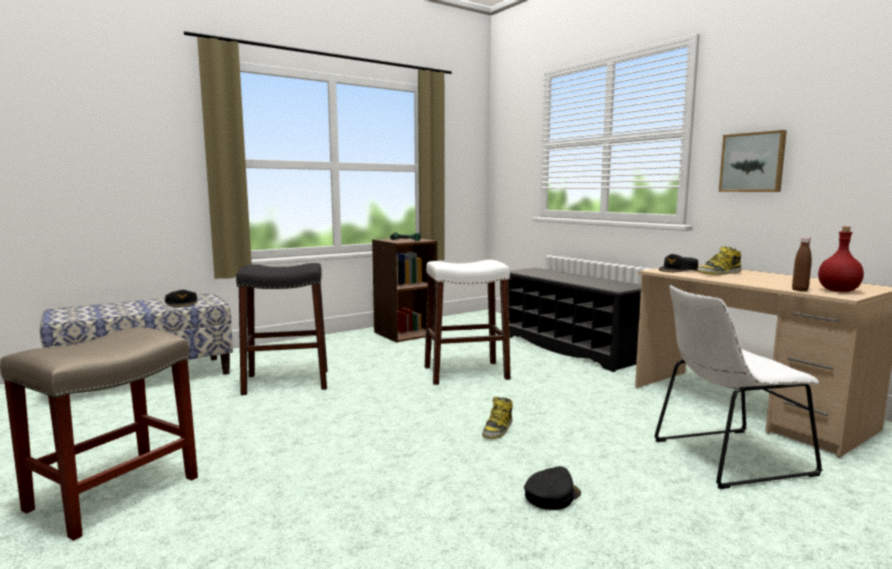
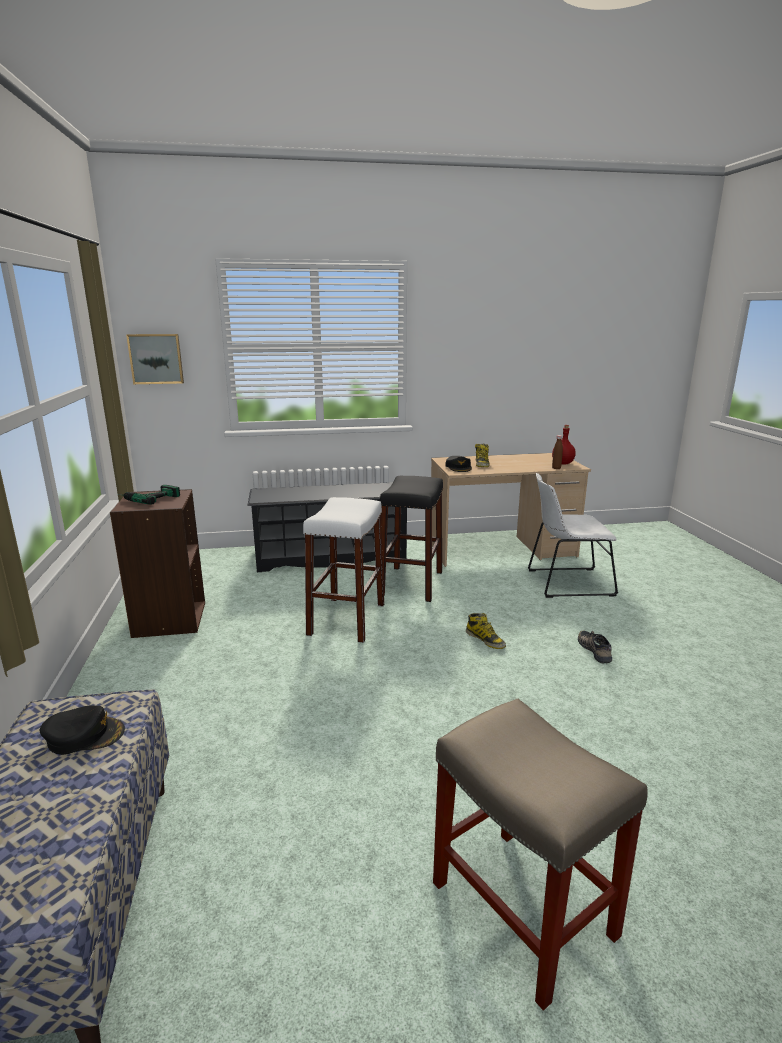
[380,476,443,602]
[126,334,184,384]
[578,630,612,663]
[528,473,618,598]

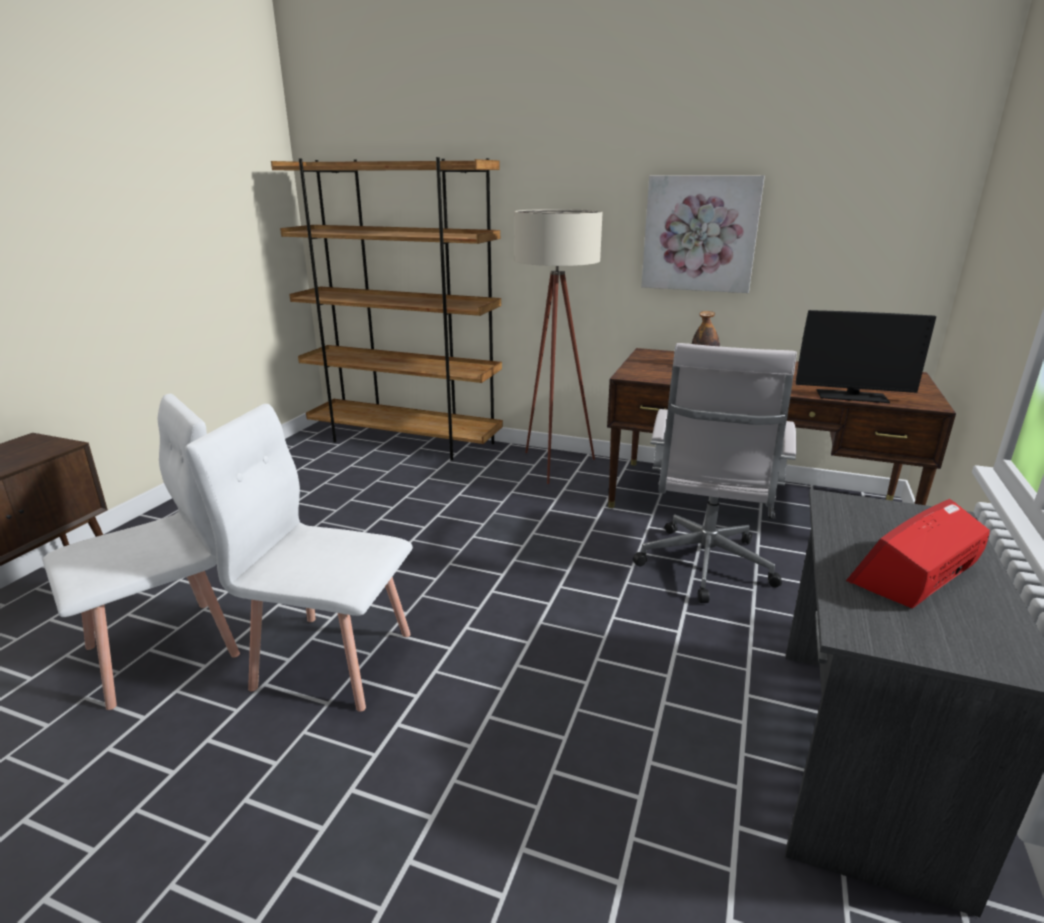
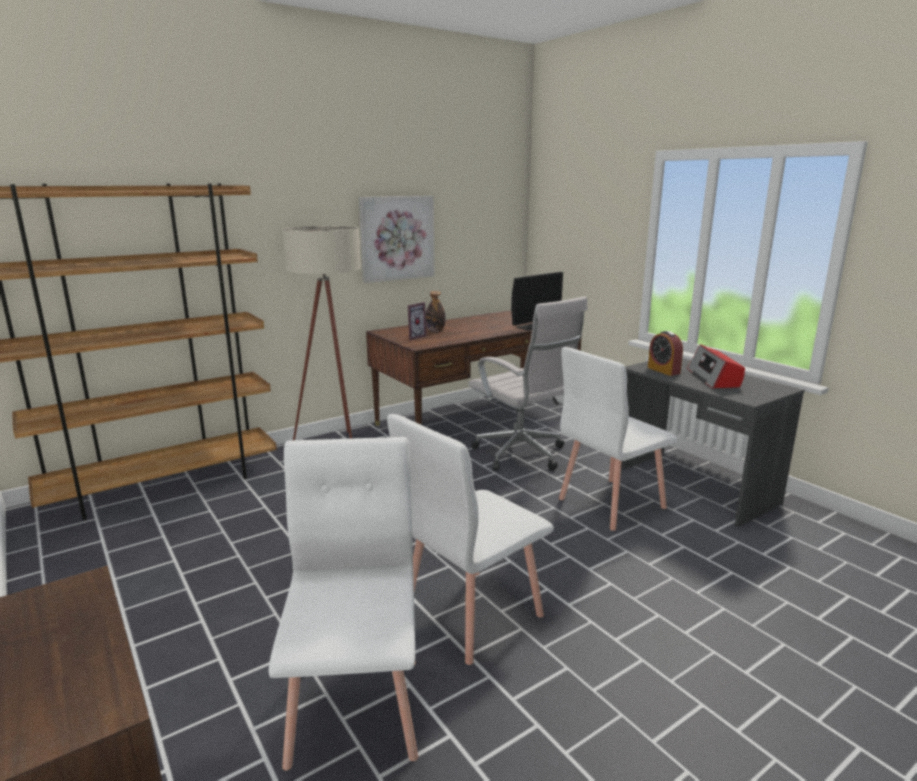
[408,302,427,340]
[559,347,679,531]
[648,331,683,376]

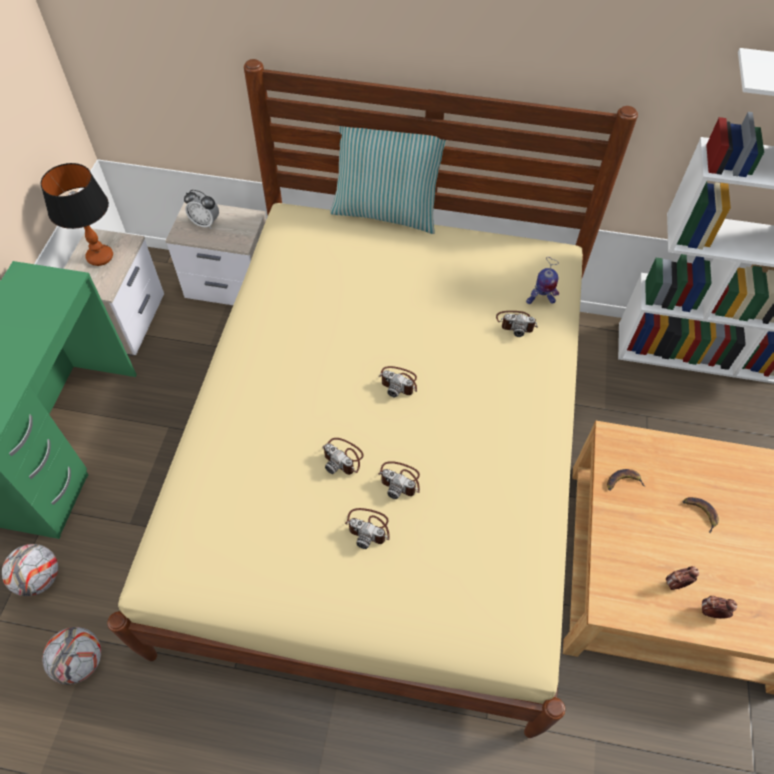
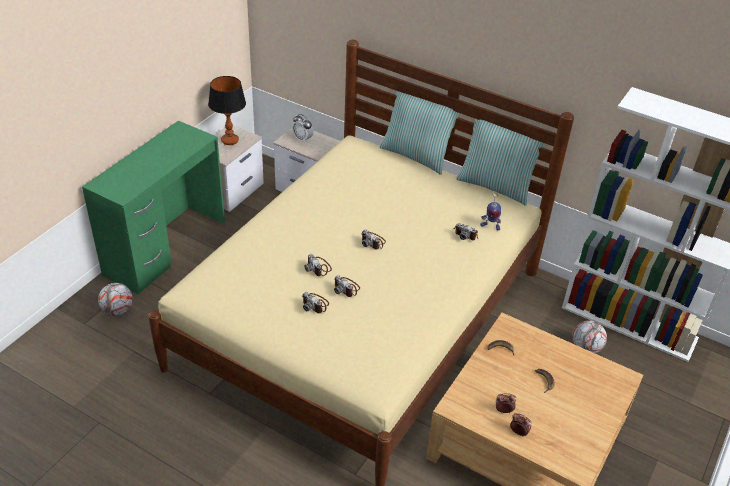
[456,119,544,206]
[572,320,607,353]

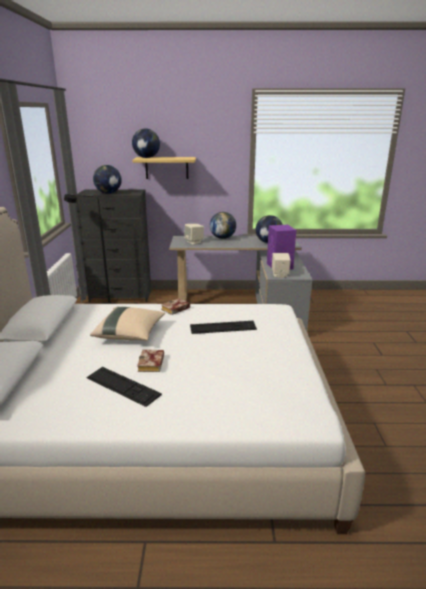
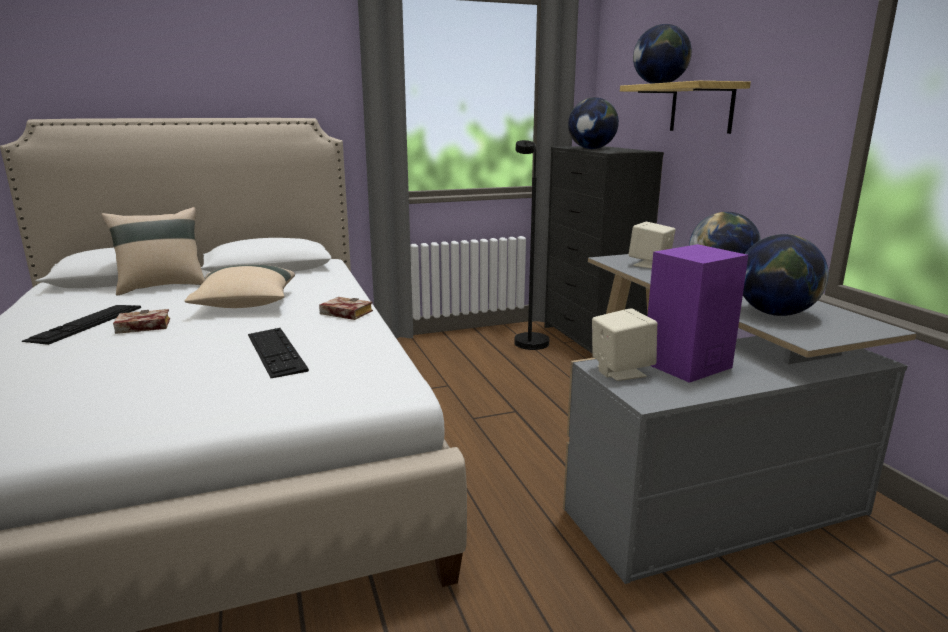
[101,207,205,296]

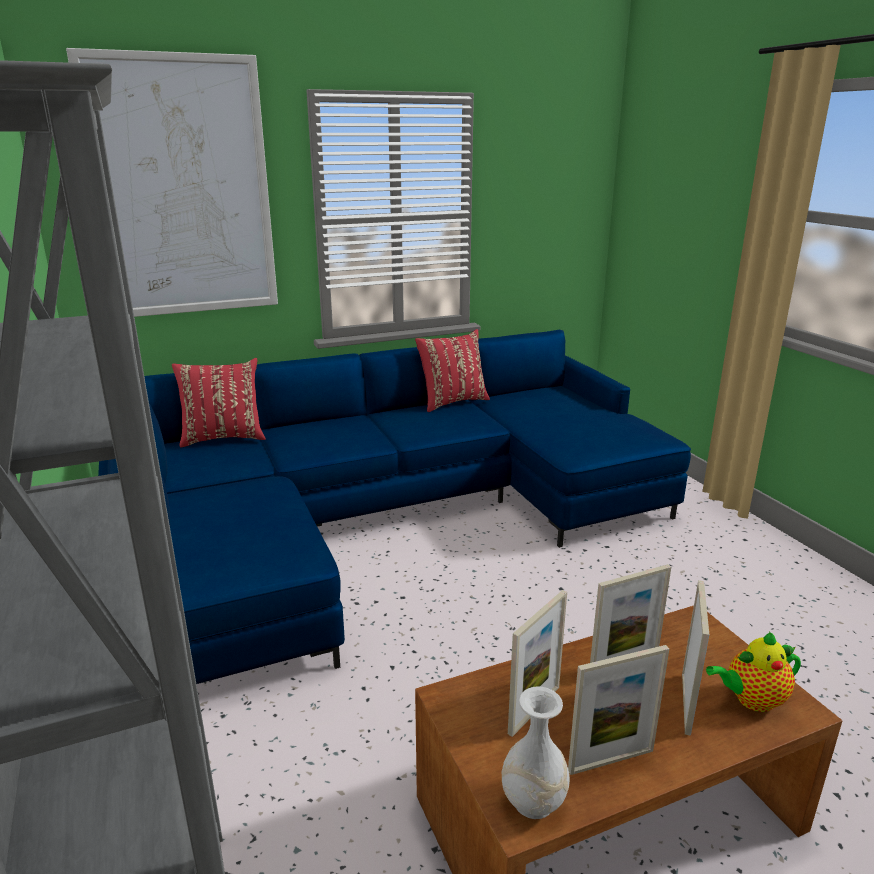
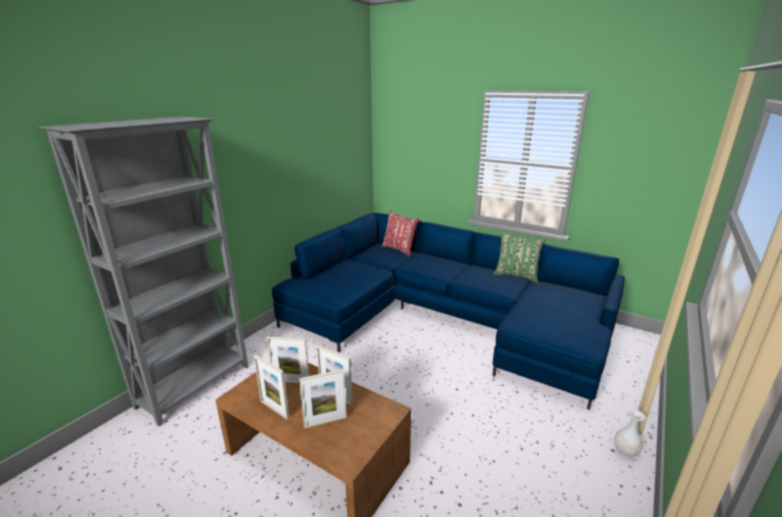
[66,48,278,317] (first image)
[706,632,801,712] (first image)
[614,409,646,458]
[493,232,546,283]

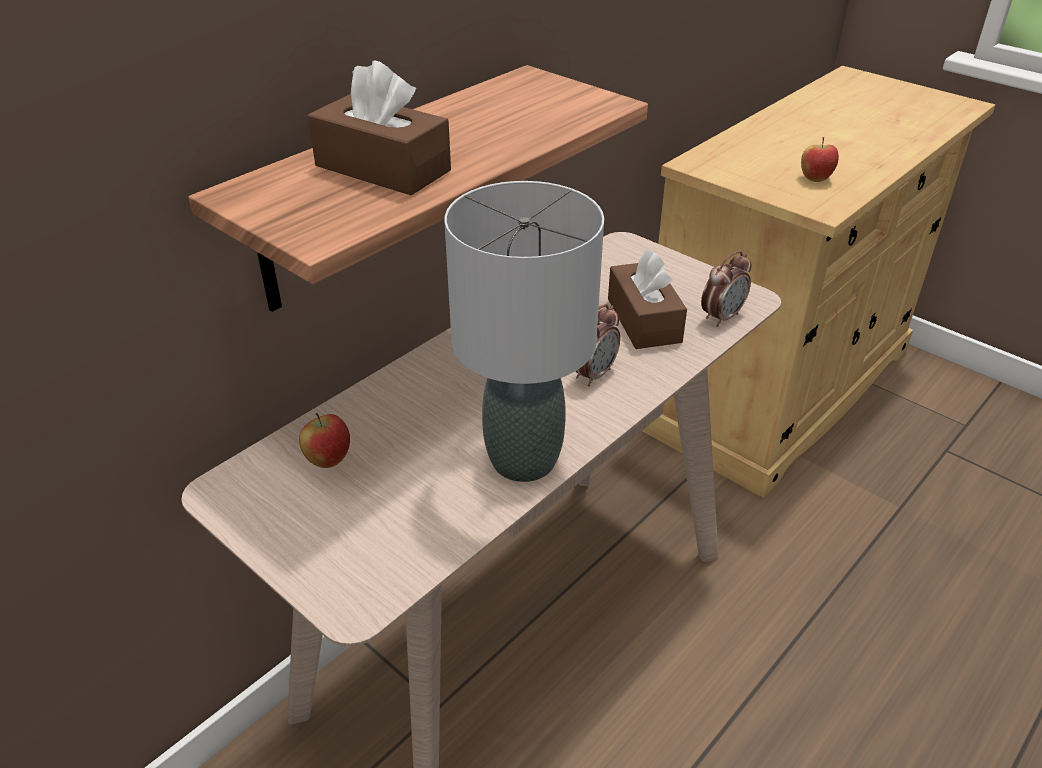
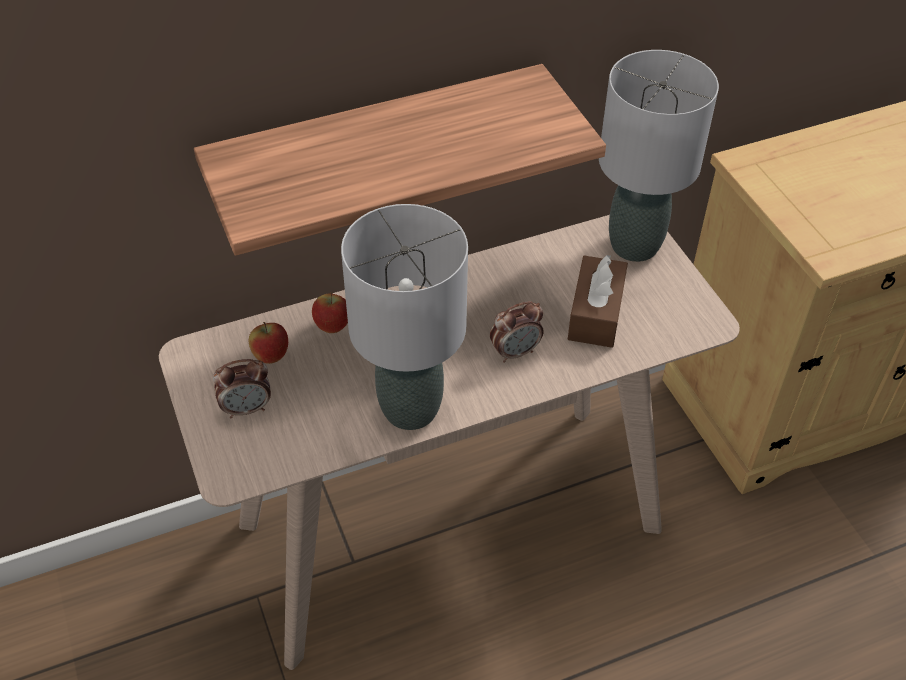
[308,61,451,195] (first image)
[599,50,719,262]
[213,359,271,418]
[312,292,348,333]

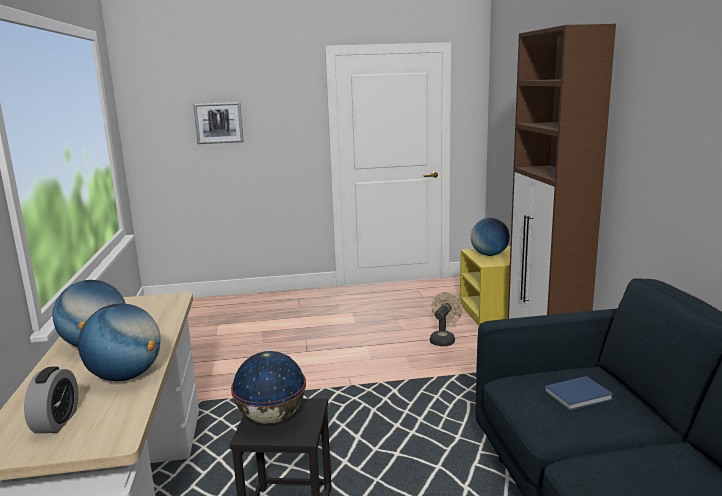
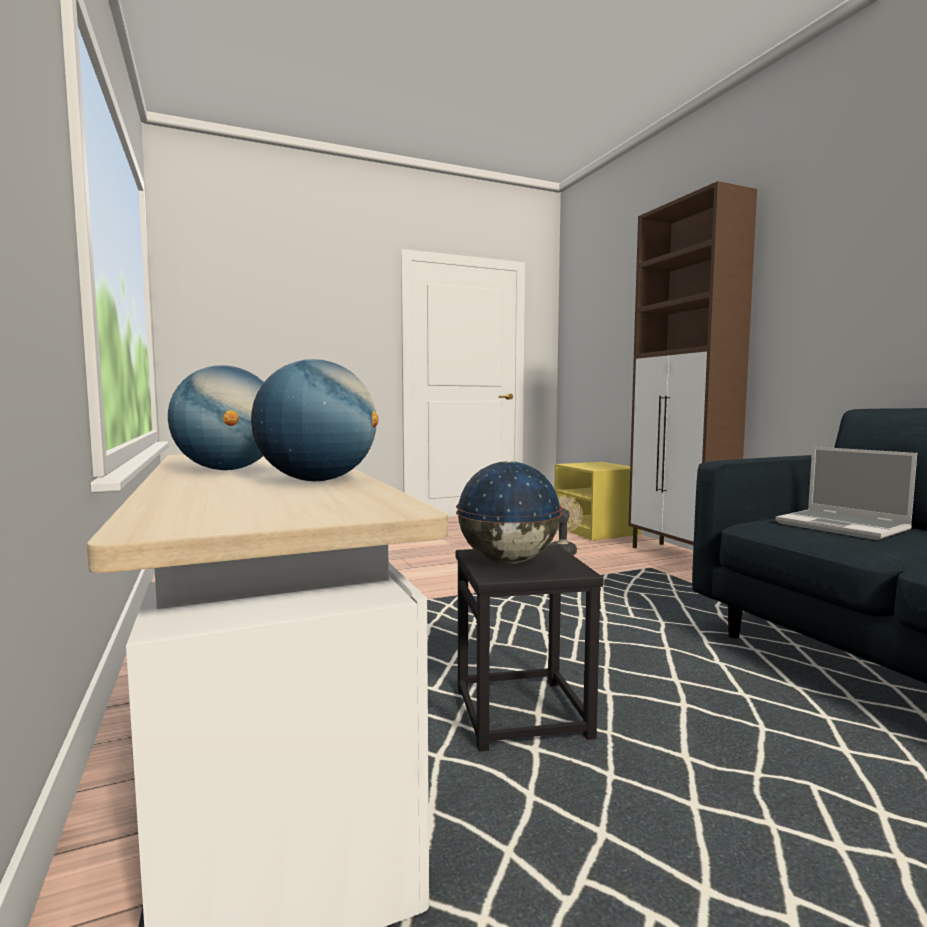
[24,367,78,433] (first image)
[193,102,244,144] (first image)
[471,218,510,256] (first image)
[775,447,917,540]

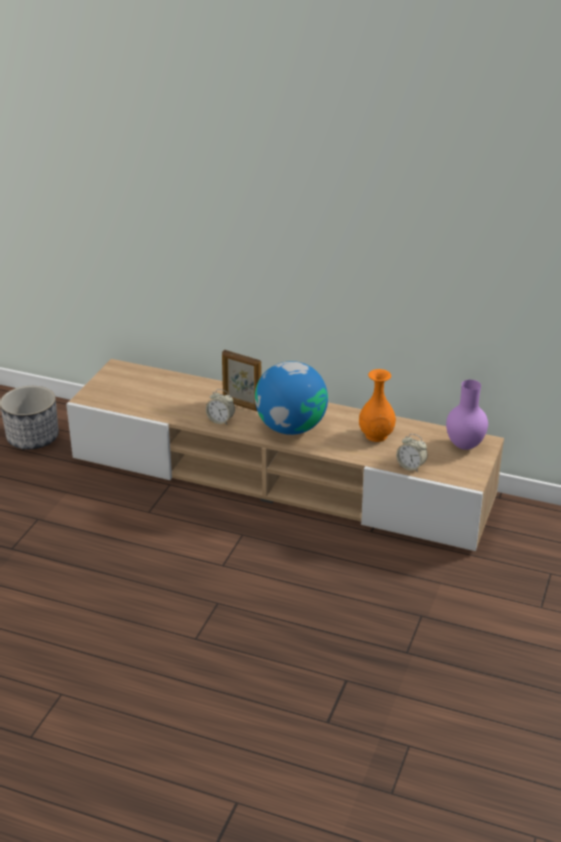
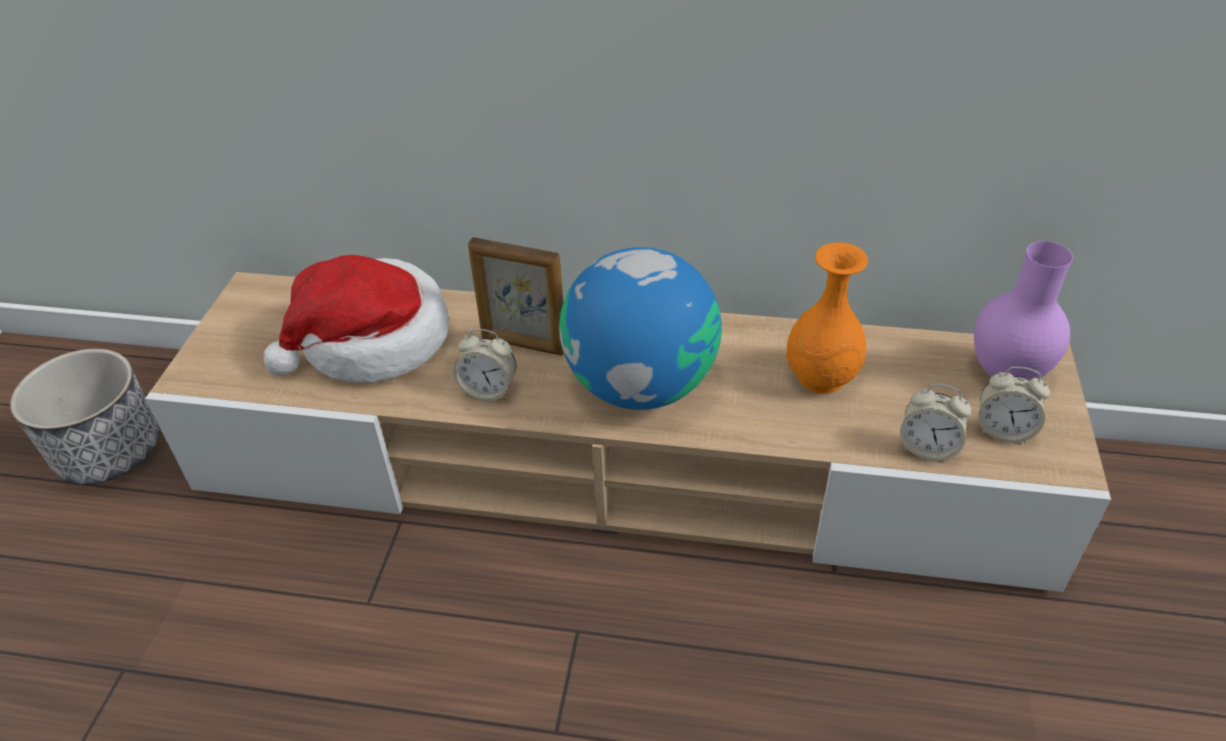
[264,255,449,383]
[978,367,1050,443]

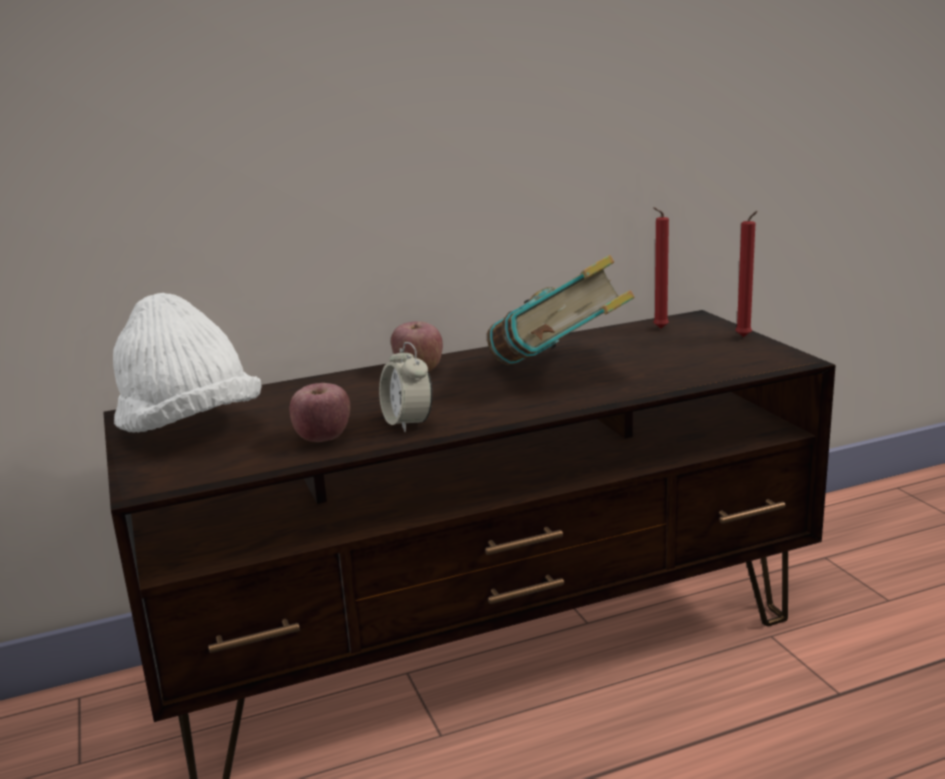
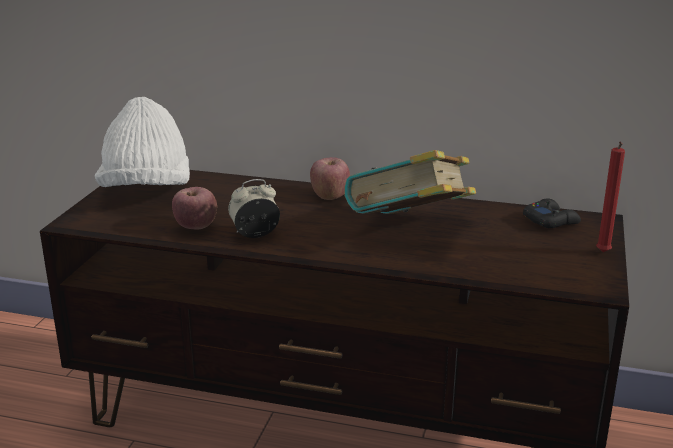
[523,198,581,228]
[228,179,280,238]

